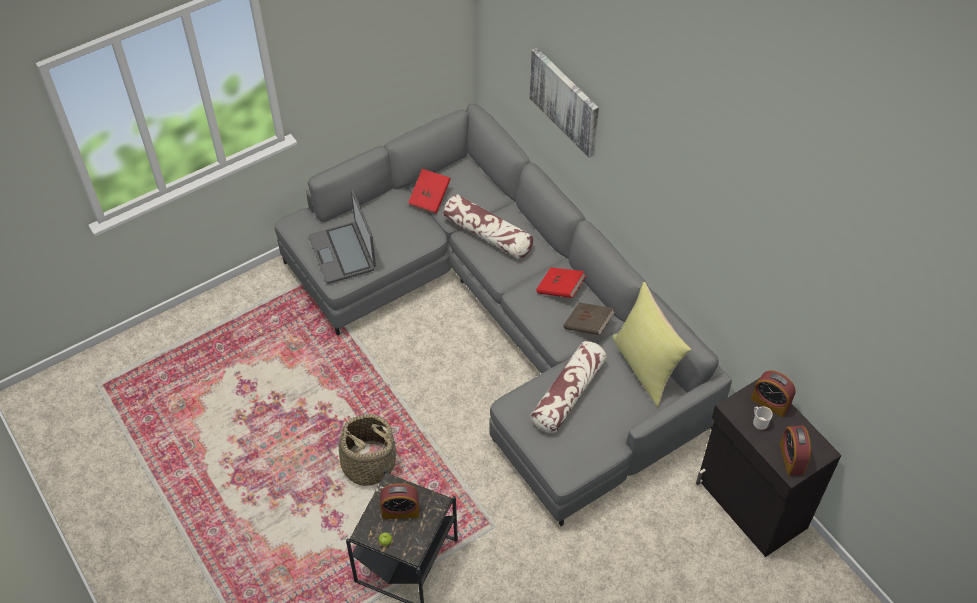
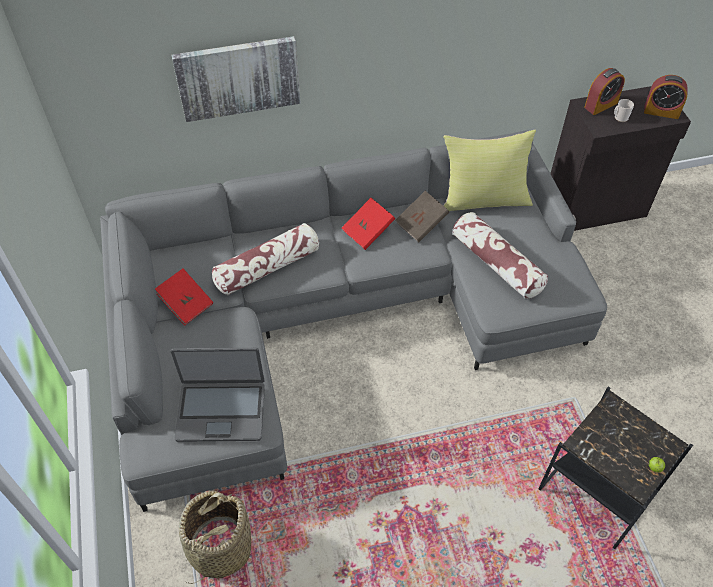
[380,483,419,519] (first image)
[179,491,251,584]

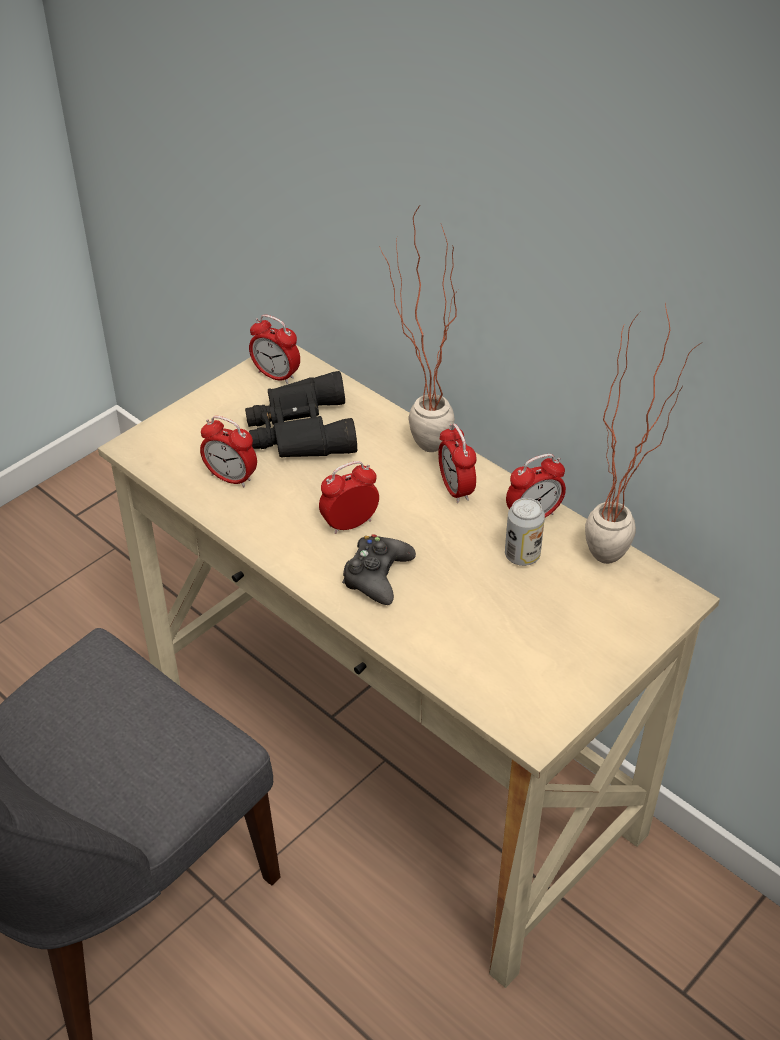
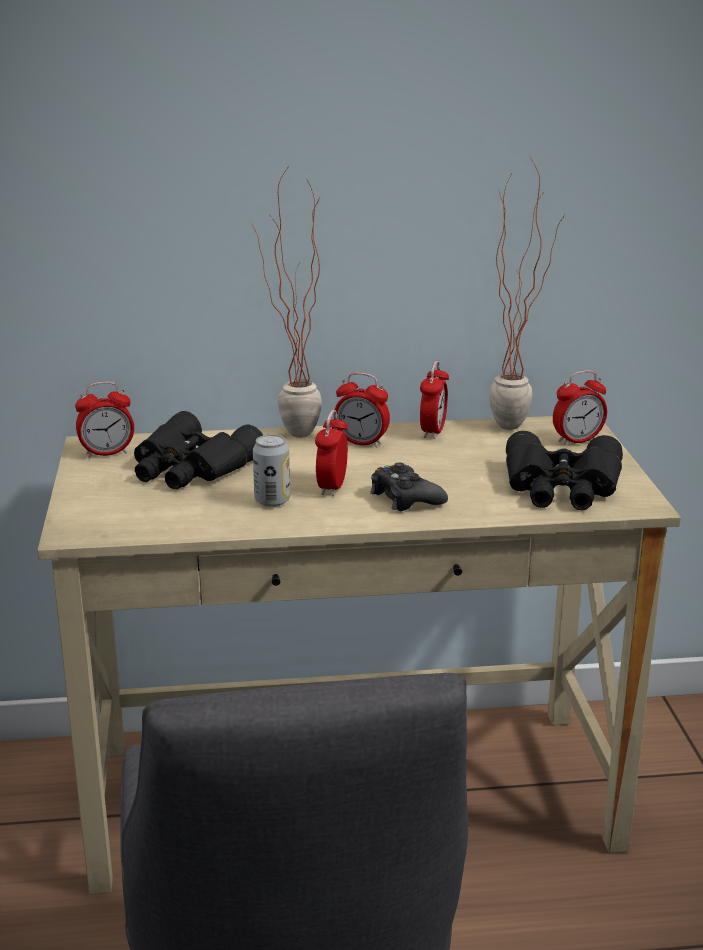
[506,431,623,510]
[553,370,607,446]
[253,434,290,507]

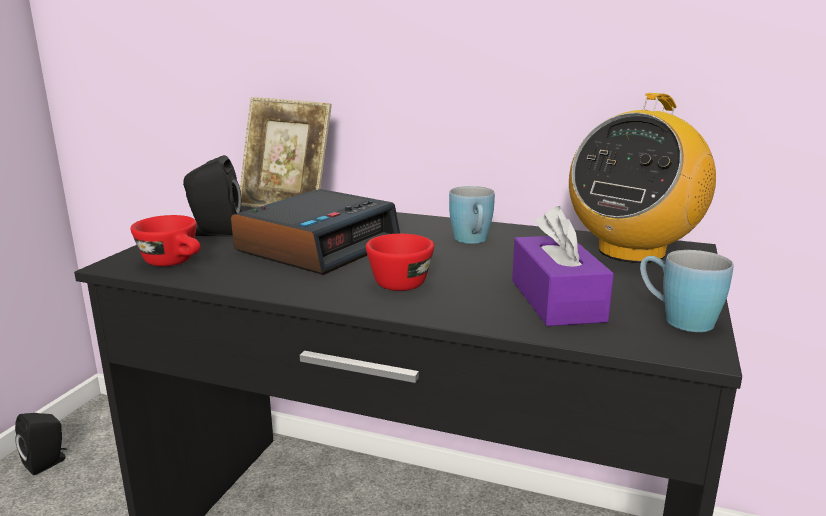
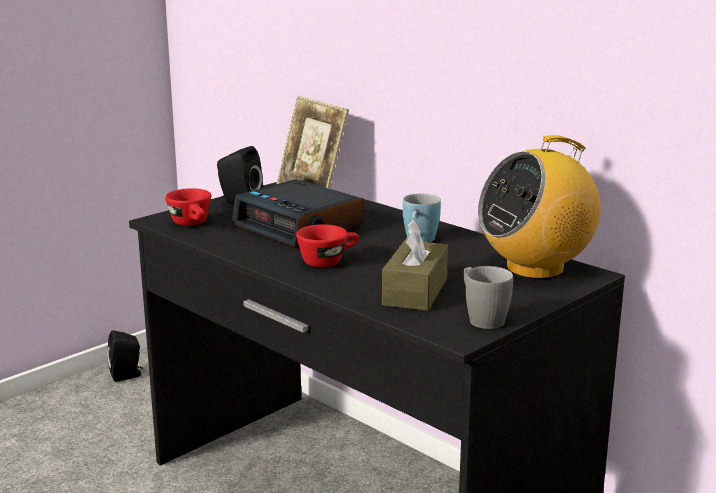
[382,220,448,311]
[464,266,513,329]
[232,179,363,248]

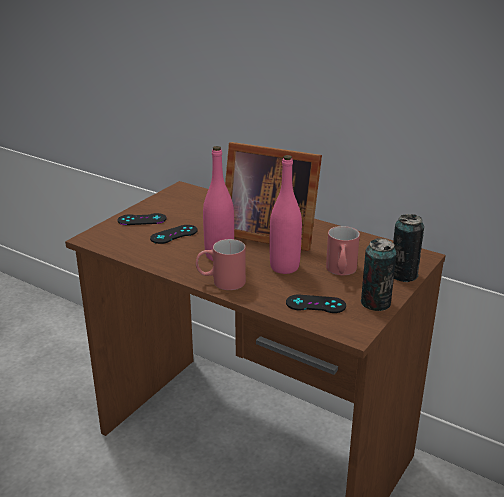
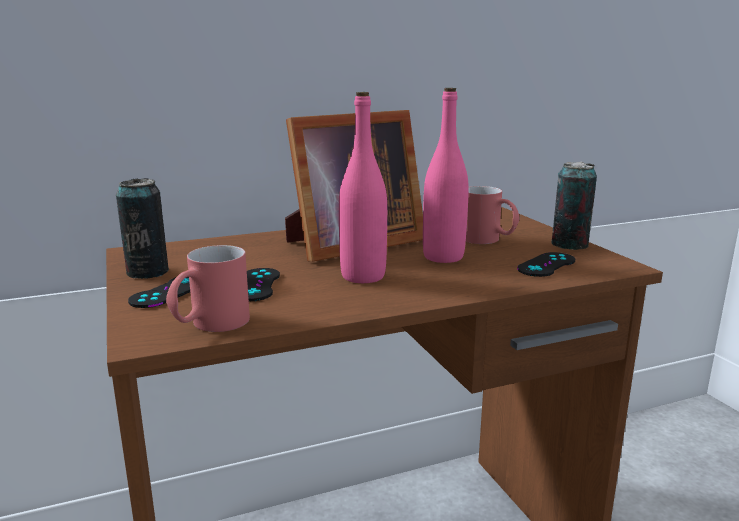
[166,245,250,332]
[116,178,169,279]

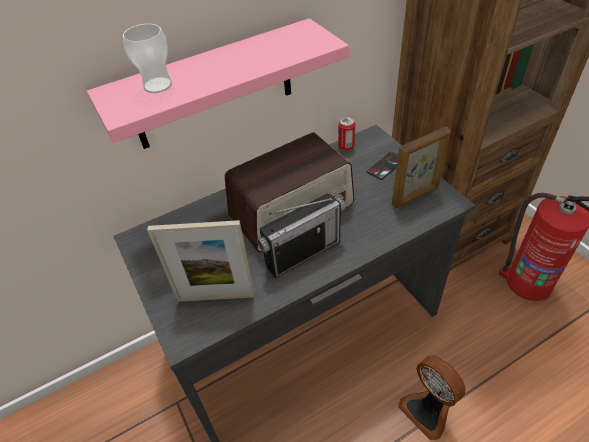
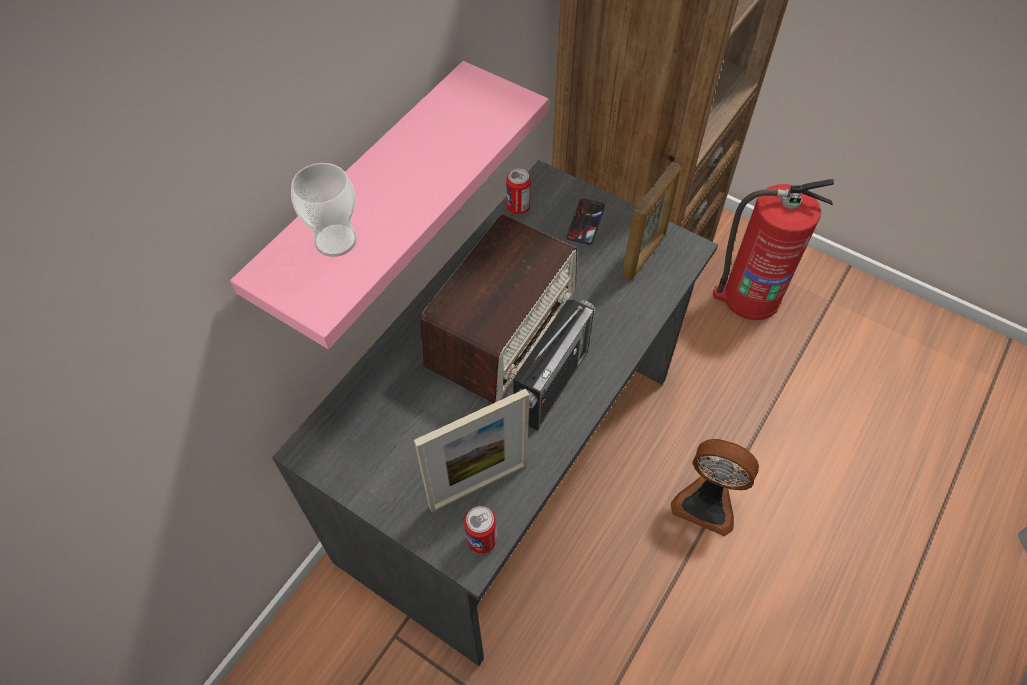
[464,506,497,553]

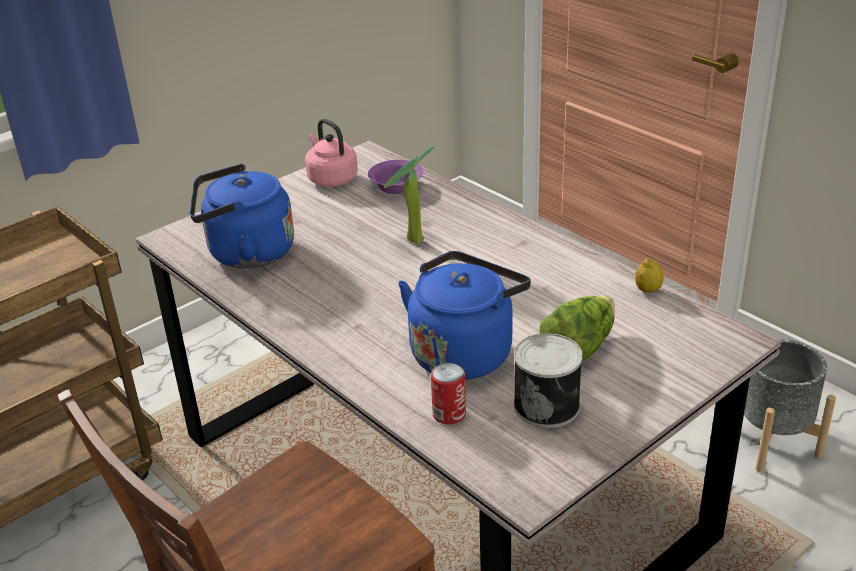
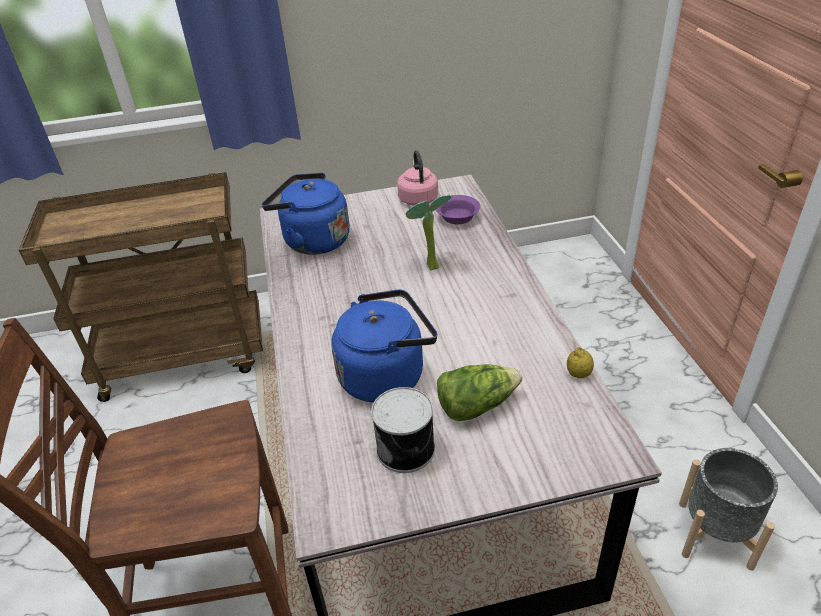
[431,363,466,424] (first image)

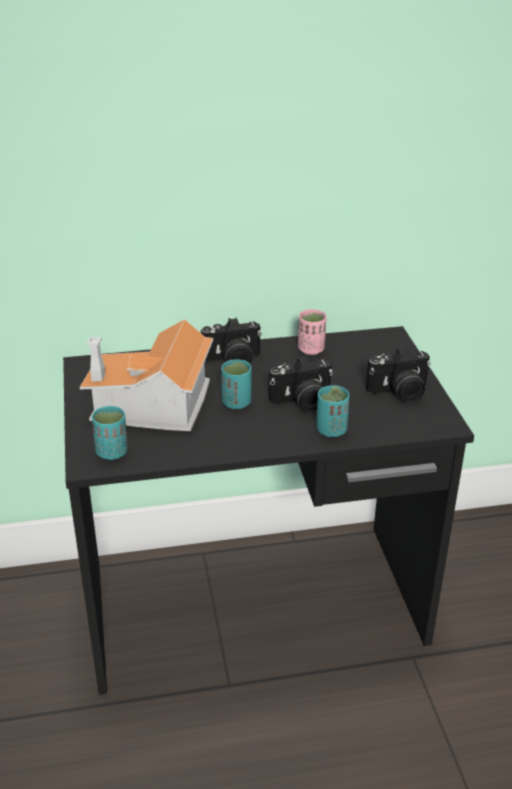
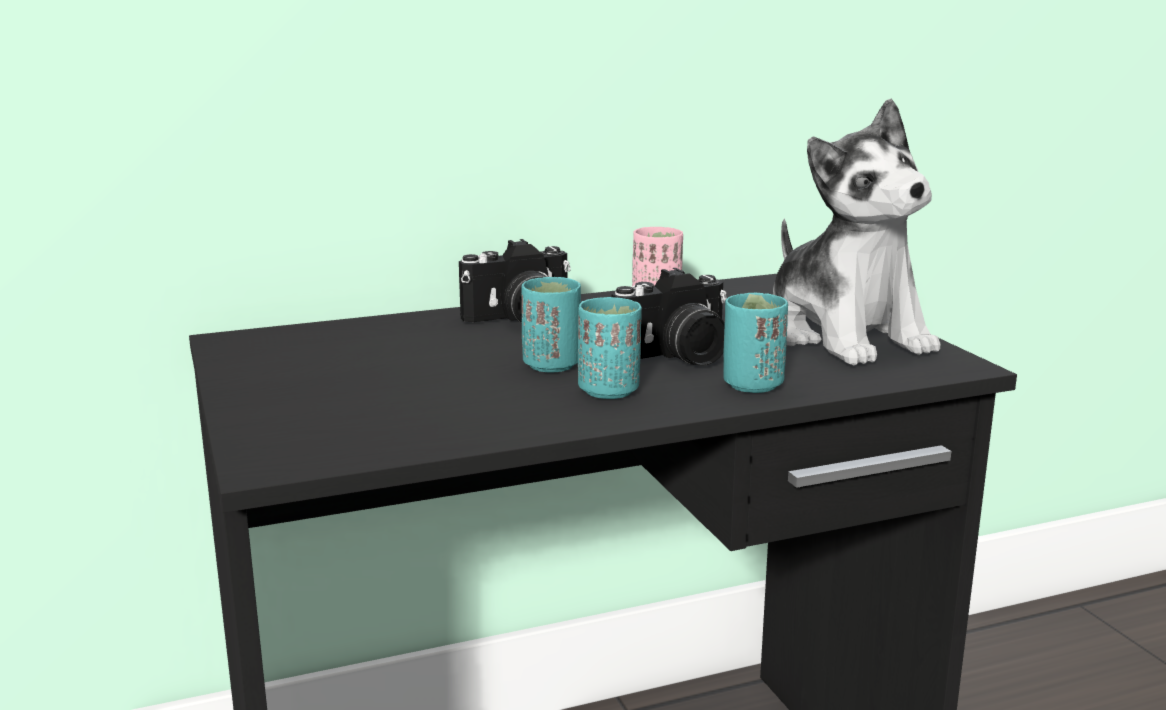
[79,319,213,431] (first image)
[578,297,642,399]
[773,98,940,366]

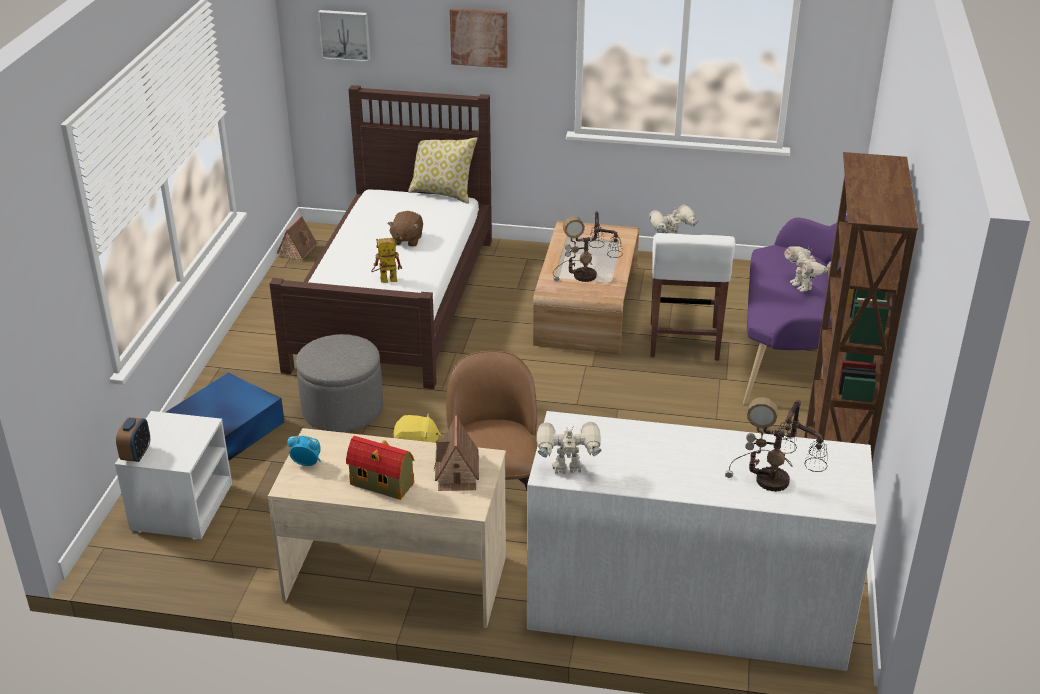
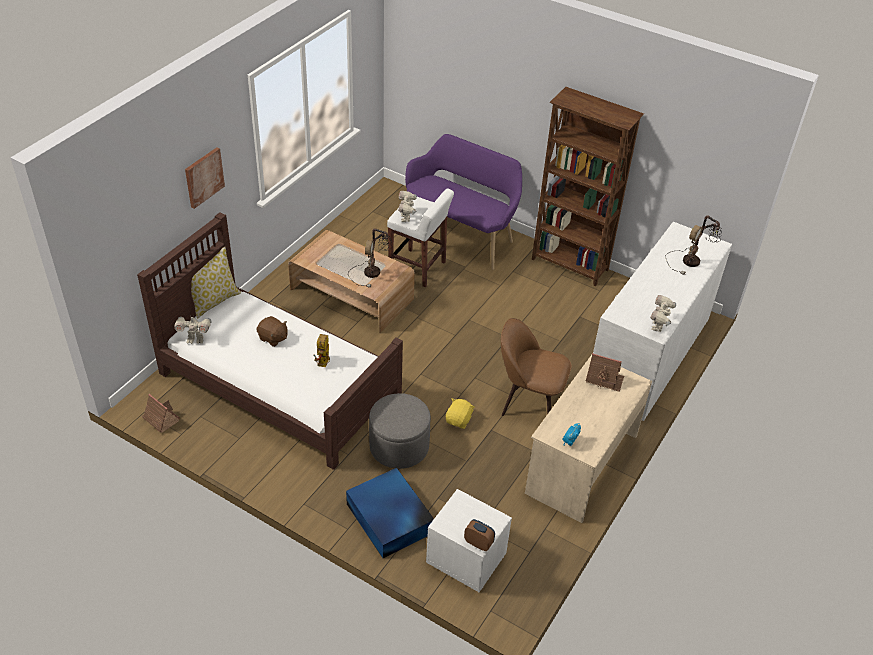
[318,10,370,62] (first image)
[346,436,414,500] (first image)
[174,315,212,344]

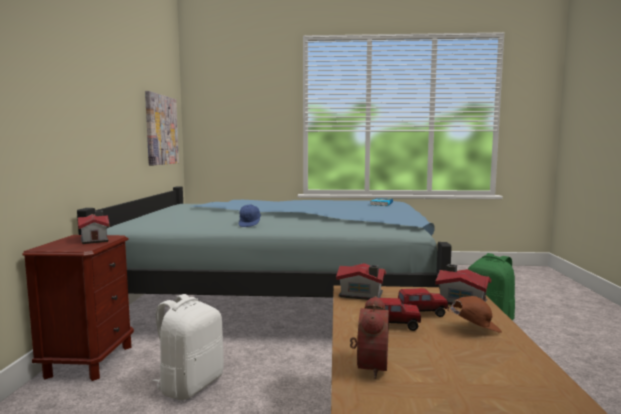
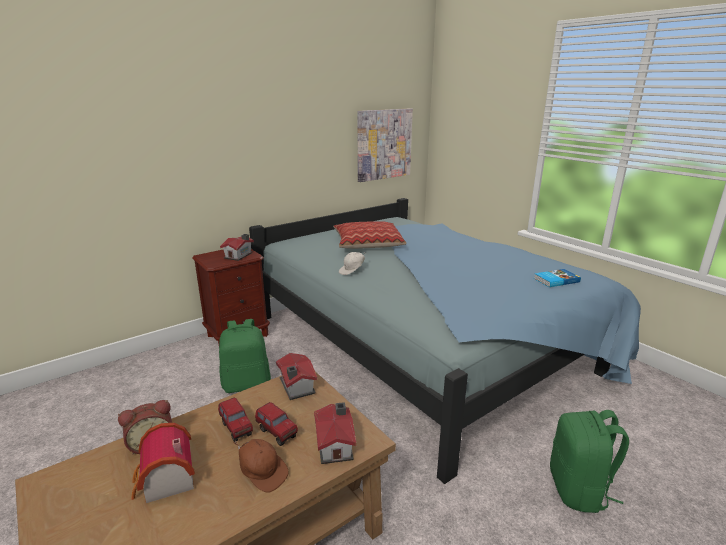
[131,423,195,503]
[333,221,407,249]
[219,319,271,393]
[339,252,366,275]

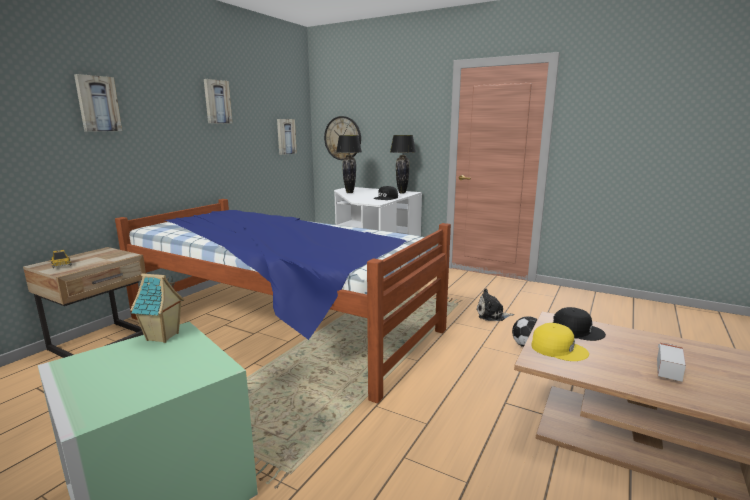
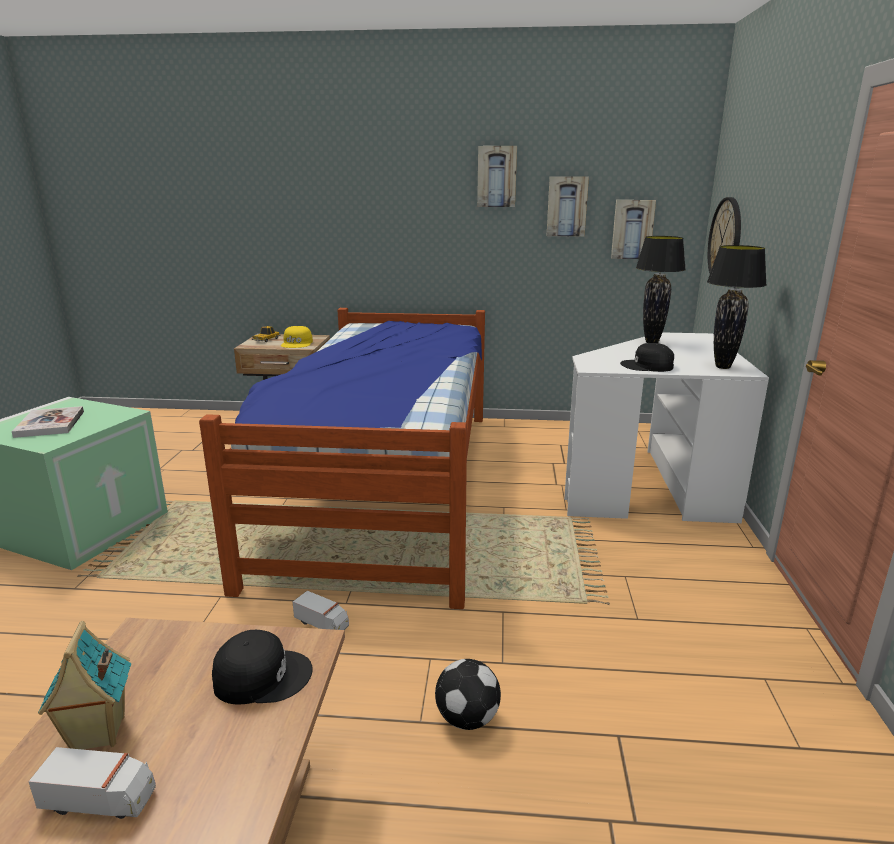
[476,288,514,321] (first image)
[11,406,84,438]
[293,591,349,630]
[547,177,589,237]
[38,621,132,750]
[281,326,313,348]
[212,630,313,705]

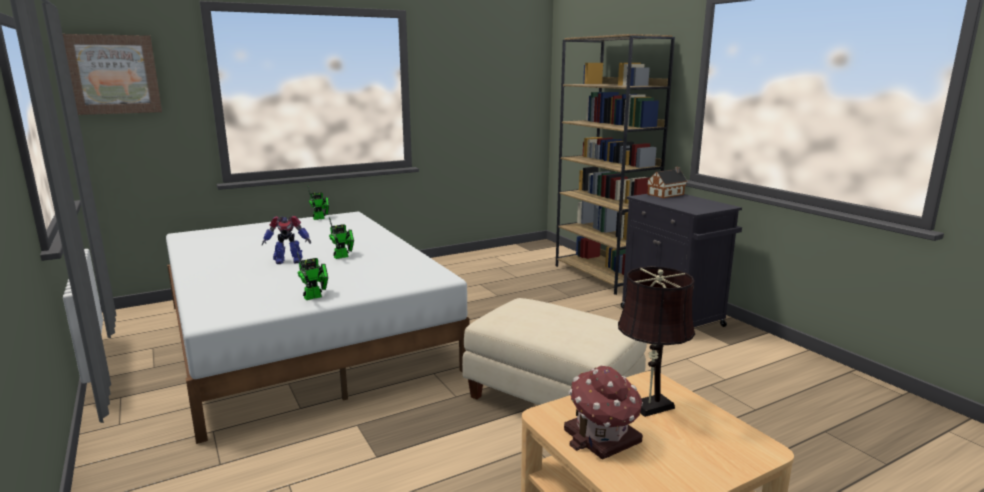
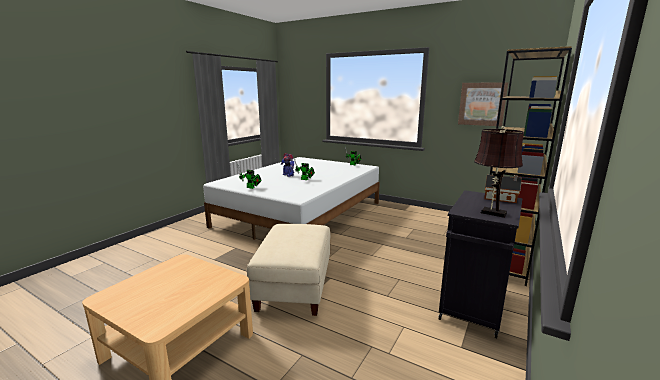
[564,366,643,460] (first image)
[458,82,508,126]
[474,126,524,218]

